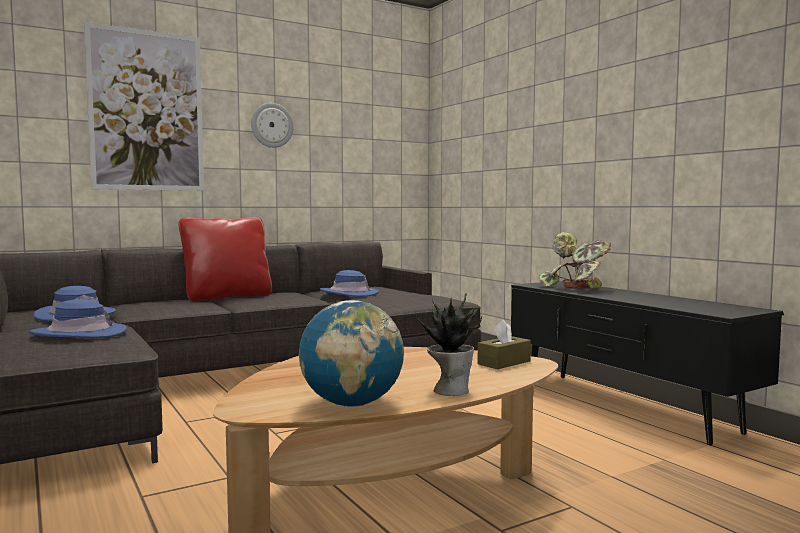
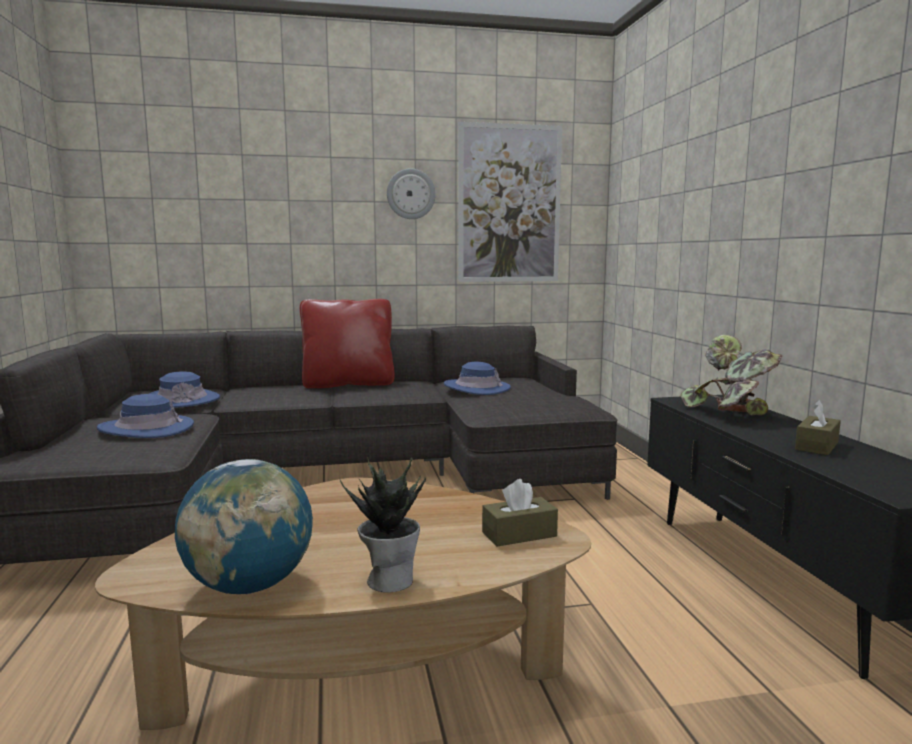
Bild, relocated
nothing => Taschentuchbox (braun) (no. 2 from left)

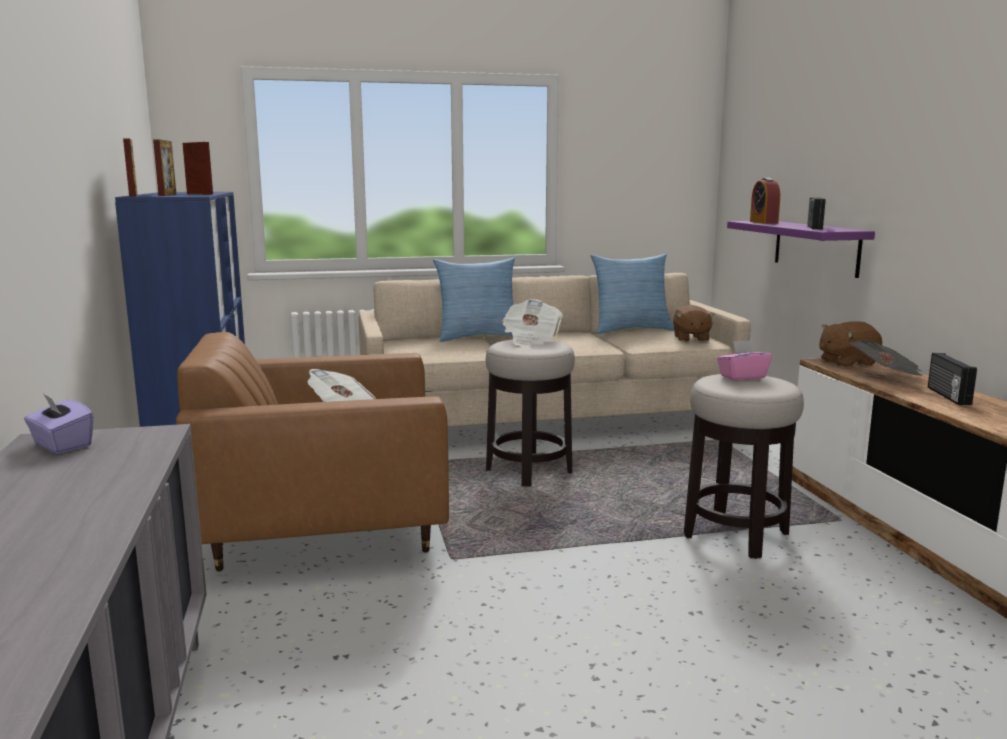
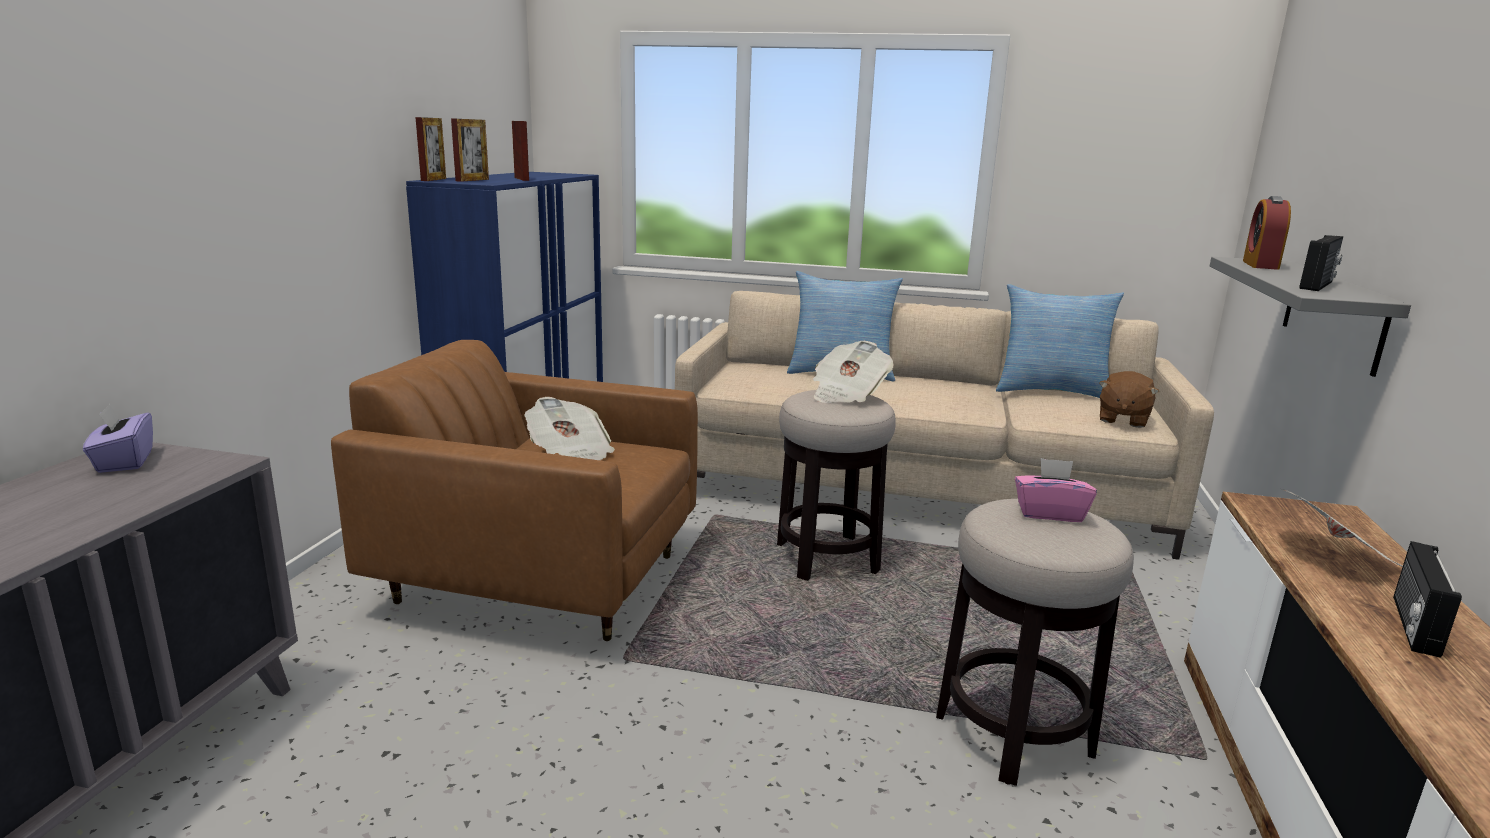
Wandregal (lila) => Wandregal (grau)
Plüschtier (braun) (no. 2 from left) => nothing

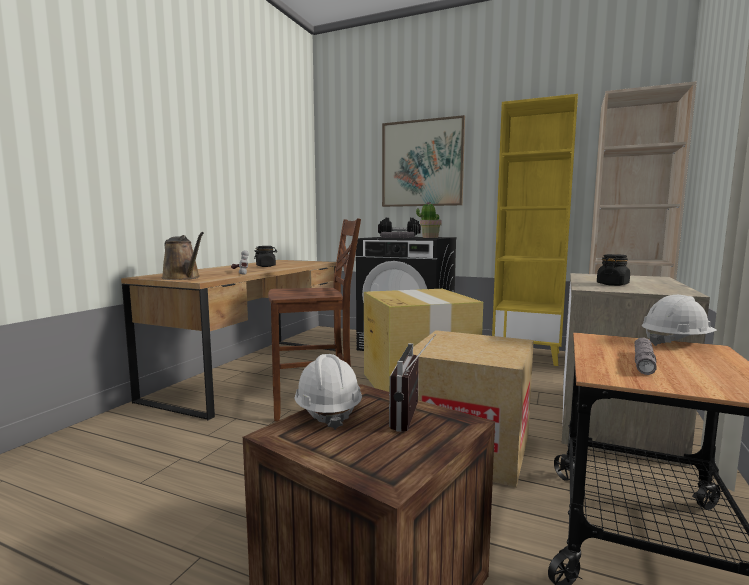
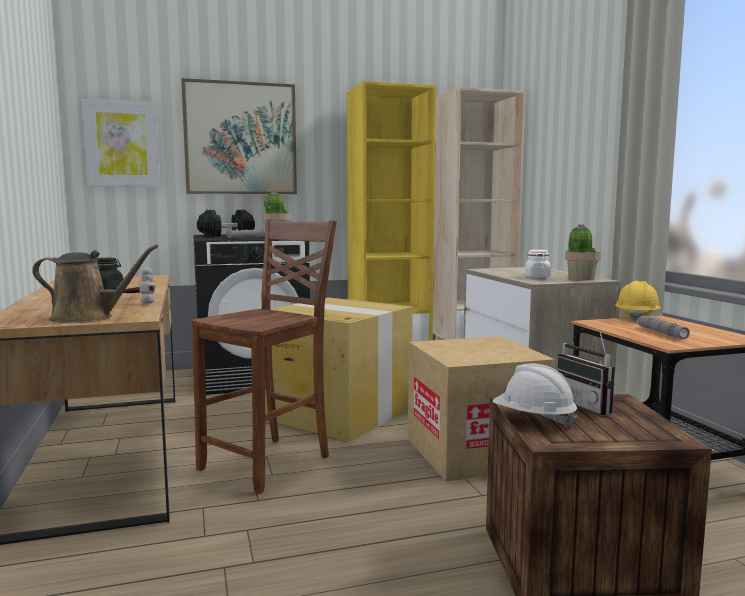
nothing => Bild (no. 1 from left)
Vorratsglas (schwarz) (no. 2 from left) => Vorratsglas (weiß)
nothing => Topfpflanze (no. 2 from left)
Schutzhelm (weiß) (no. 2 from left) => Schutzhelm (gelb)

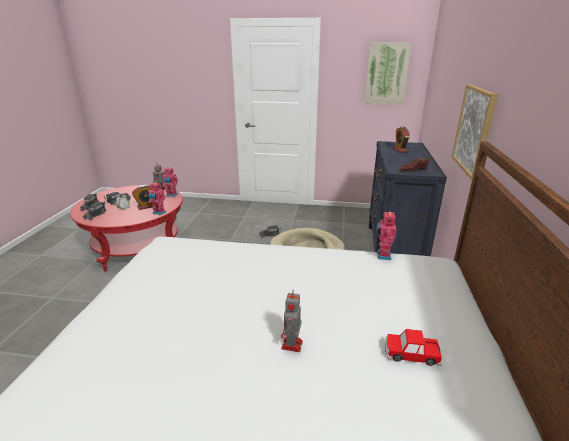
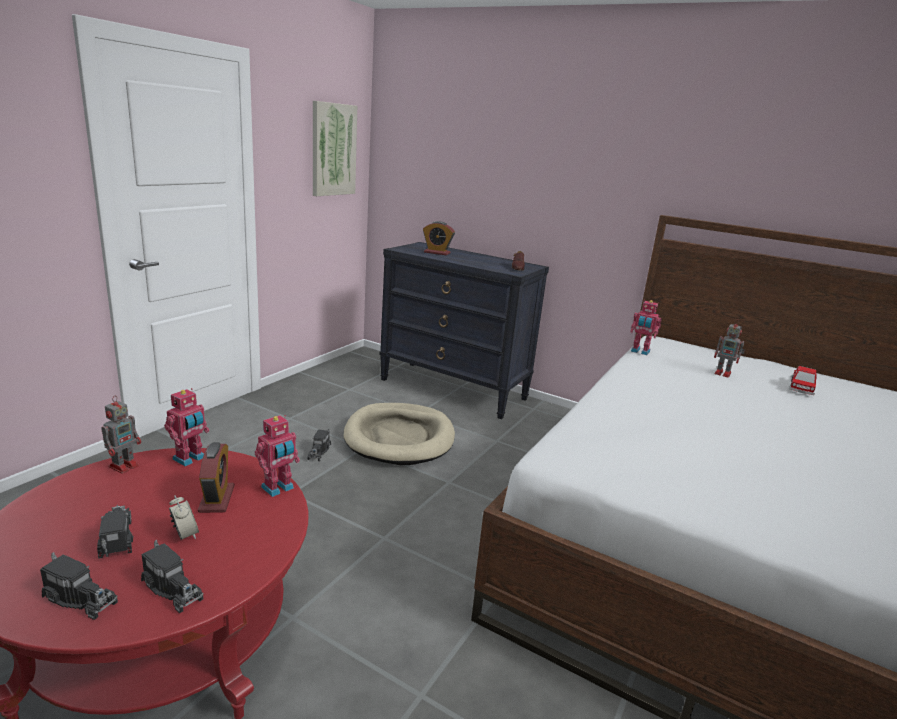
Spielzeugroboter (no. 4 from left in the first image) => Spielzeugroboter (no. 5 from left), relocated
Bild (no. 2 from left) => nothing

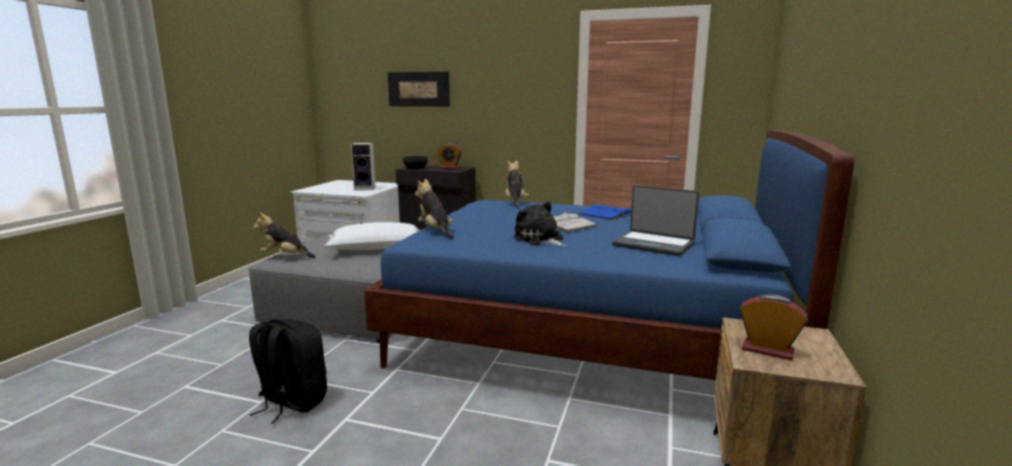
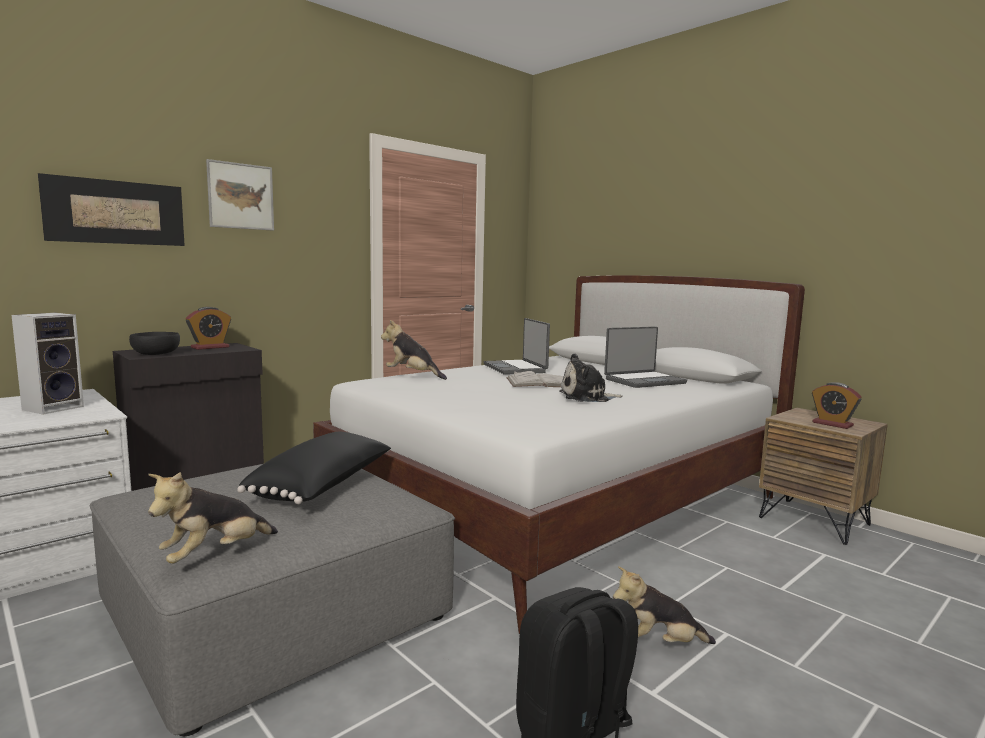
nothing => Bild (no. 2 from left)
Kissen (weiß) => Kissen (schwarz)
Bett (blau) => Bett (weiß)
Buch (blau) => Laptop (no. 1 from left)
Plüschtier (no. 2 from left in the first image) => Plüschtier (no. 4 from left), relocated
Wecker (no. 2 from left), 105 degrees counterclockwise

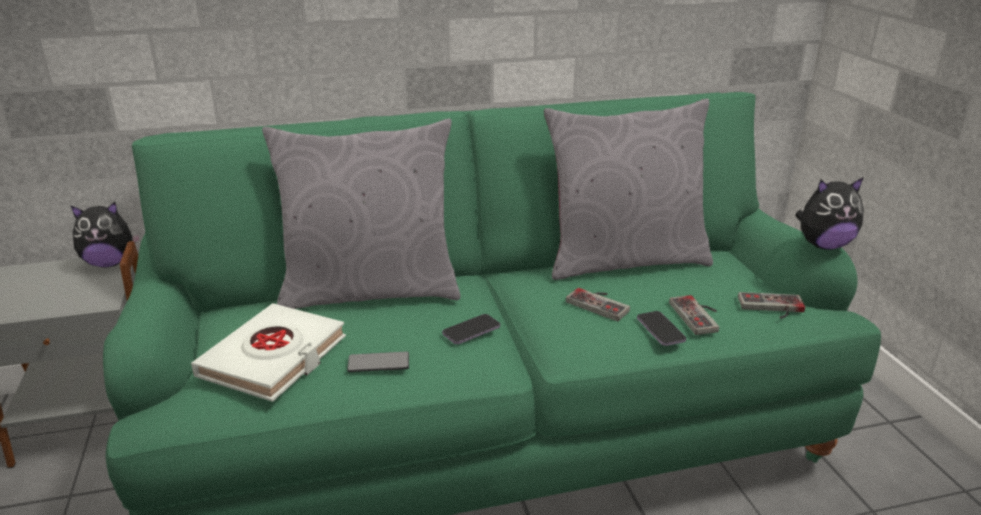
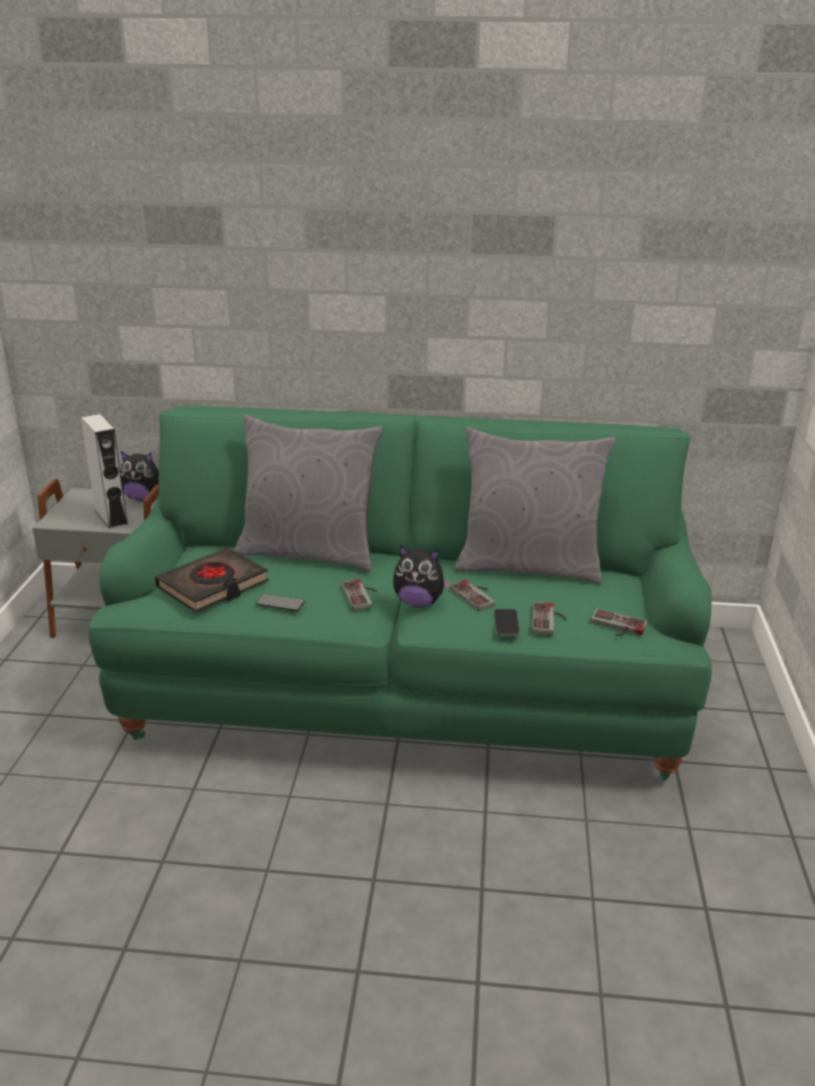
nothing => Lautsprecher (grau)
Buch (weiß) => Buch (schwarz)
Handy (no. 2 from left) => Gamepad (no. 1 from left)
Plüschtier (no. 2 from left), relocated

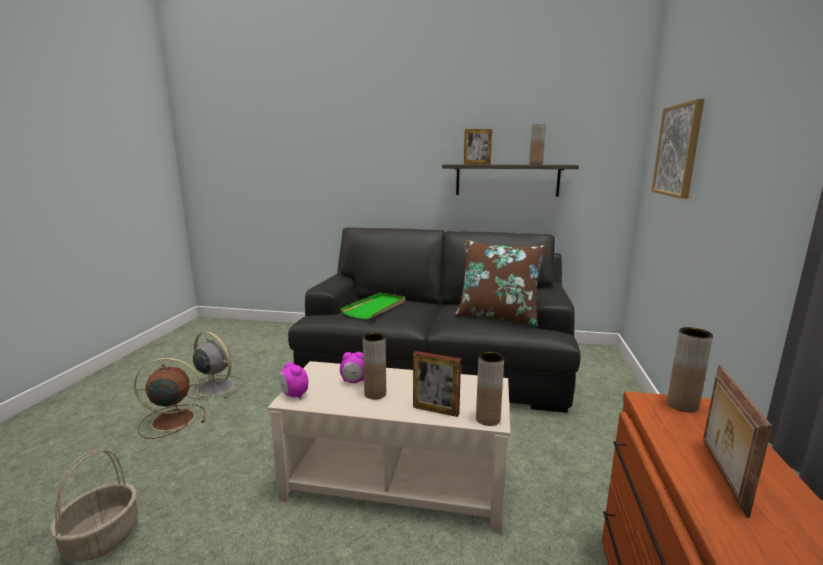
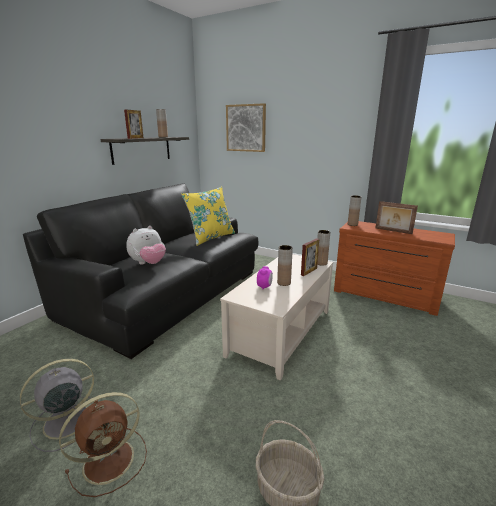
Ventilator (braun), 135 degrees counterclockwise
Tablett (grün) => Plüschtier
Kissen (braun) => Kissen (gelb)
Wecker (no. 1 from left) => nothing

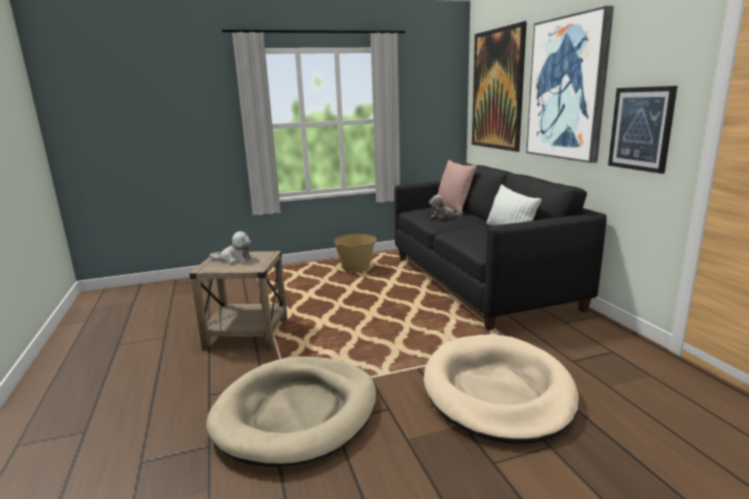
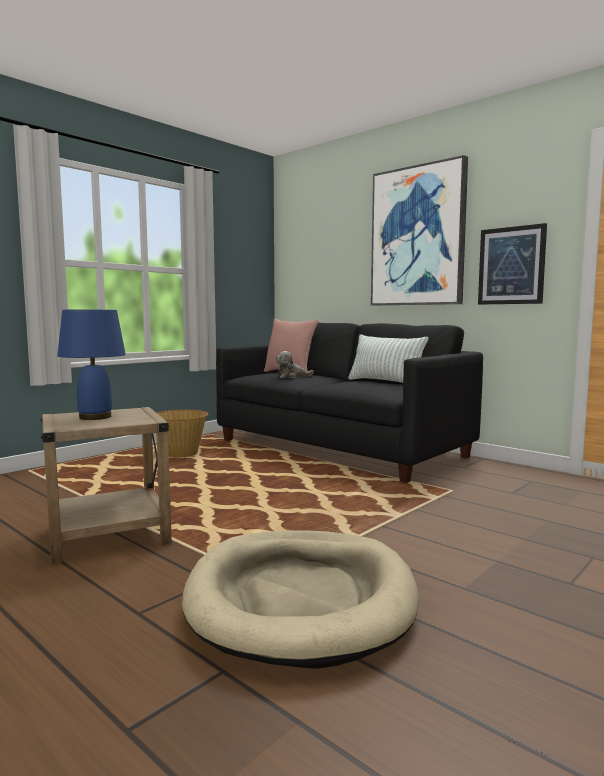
Plüschtier (no. 1 from left) => Tischlampe (blau)
Hundebett (beige) (no. 2 from left) => nothing
Bild (no. 1 from left) => nothing

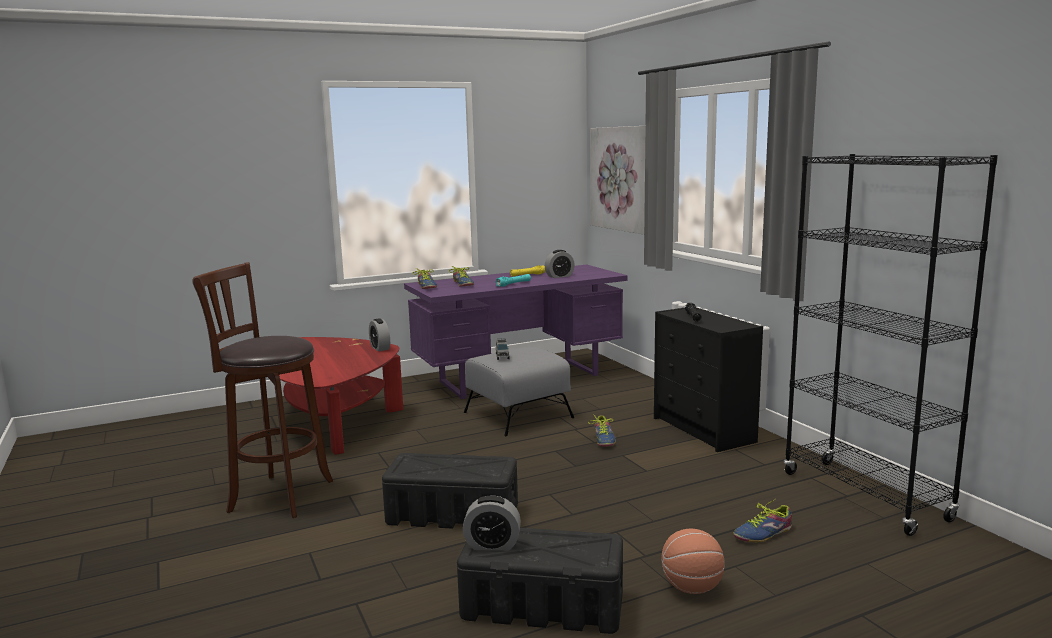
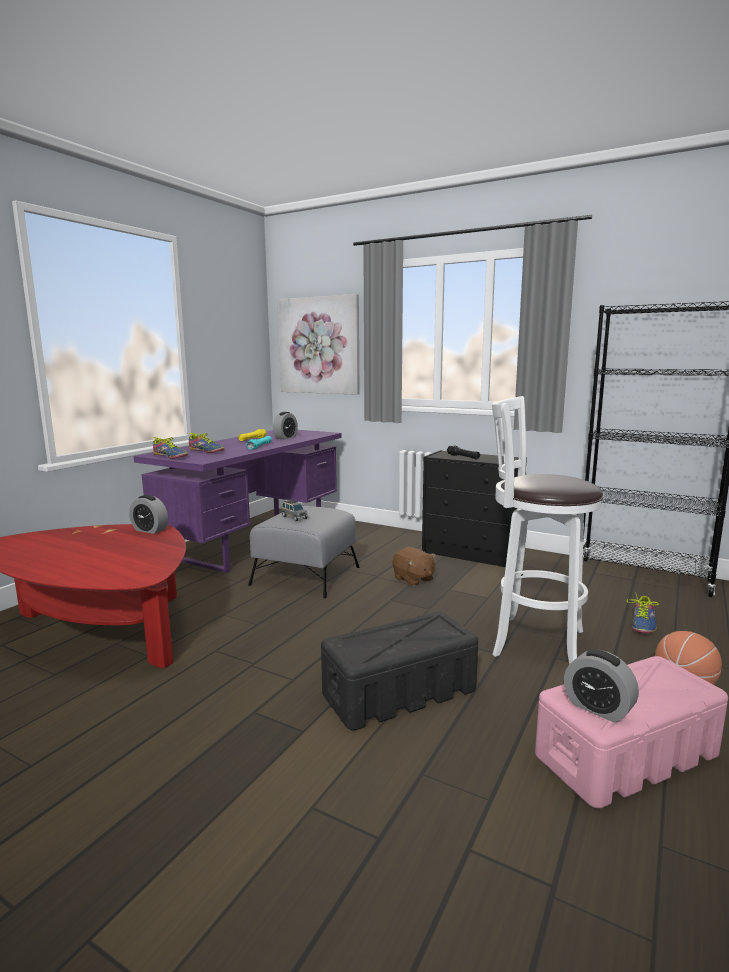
Schuh (no. 3 from left) => Plüschtier (braun)
nothing => Hocker (weiß)
Aufbewahrungsbox (schwarz) (no. 2 from left) => Aufbewahrungsbox (rosa)
Wecker (no. 2 from left in the first image) => Wecker (no. 3 from left), 75 degrees clockwise
Hocker (braun) => nothing

